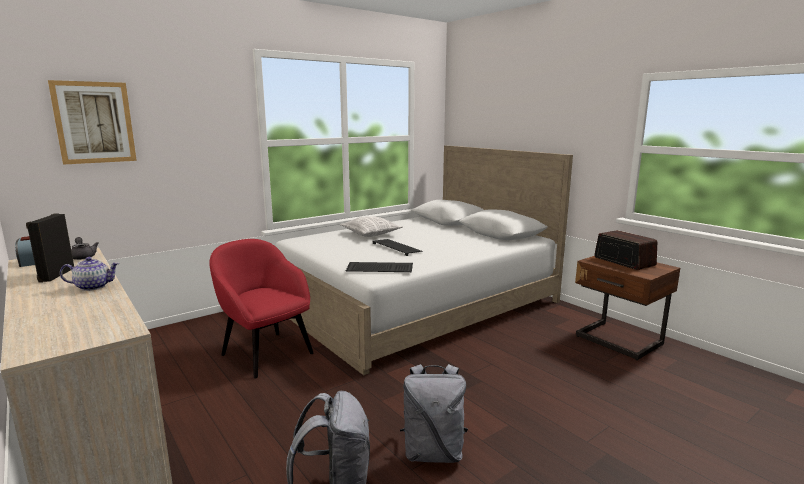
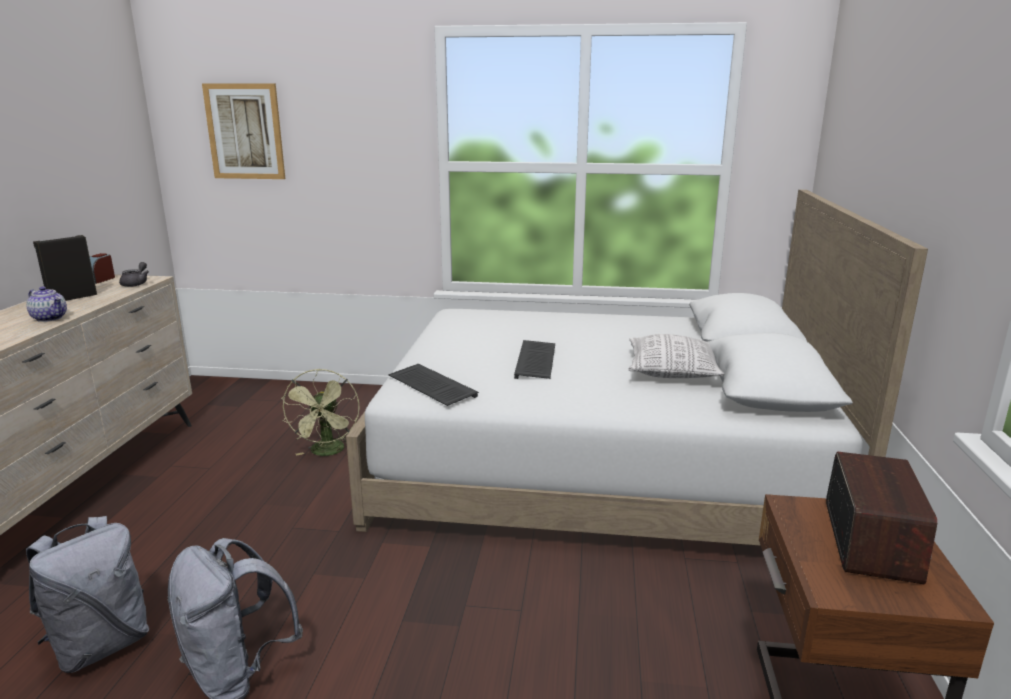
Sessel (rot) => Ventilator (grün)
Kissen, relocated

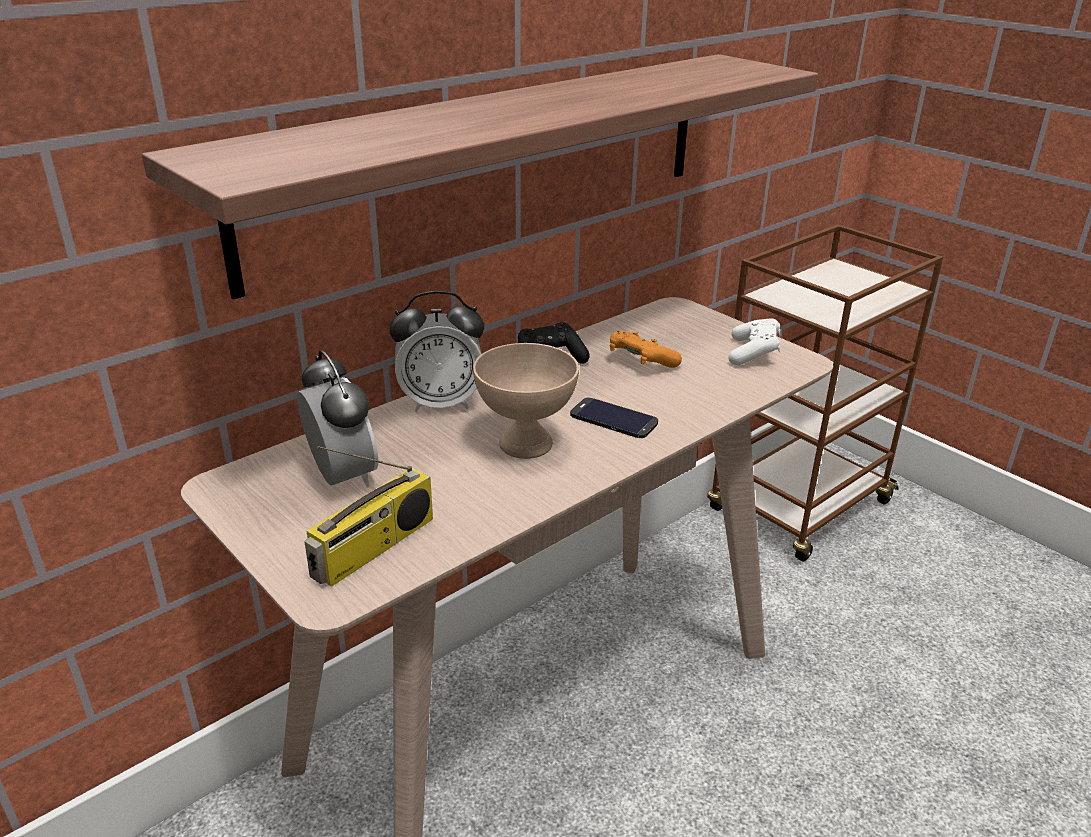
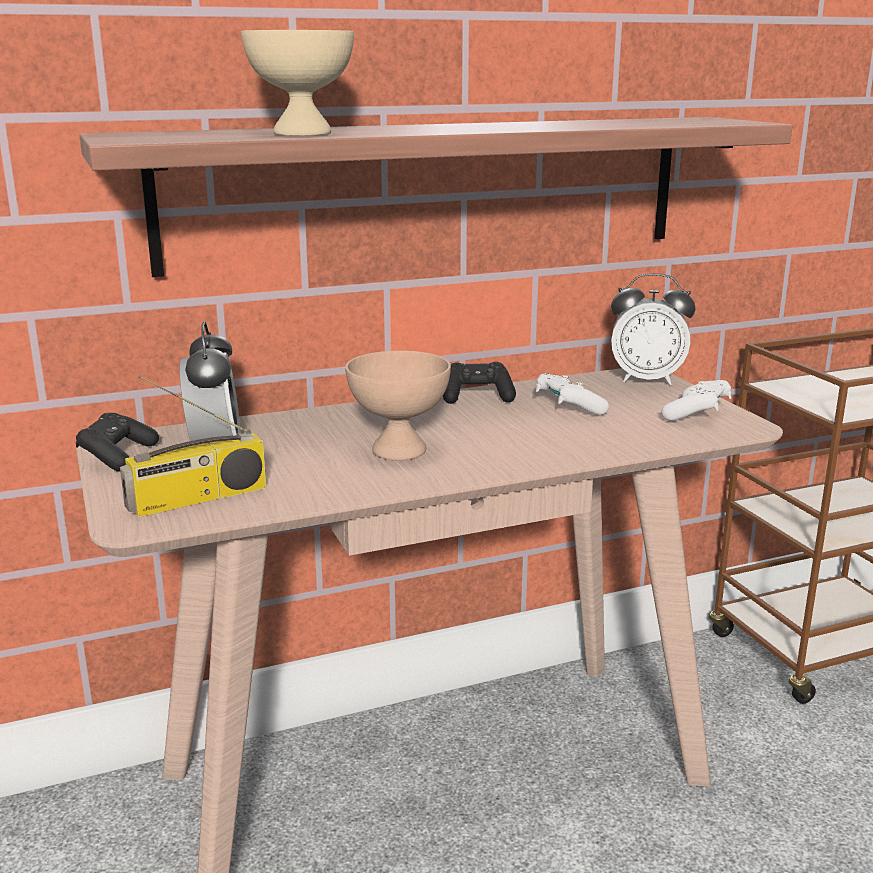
nothing => Gamepad (schwarz) (no. 1 from left)
nothing => Schüssel (beige) (no. 1 from left)
Gamepad (orange) => Gamepad (weiß) (no. 1 from left)
Wecker (no. 2 from left), relocated
Handy => nothing

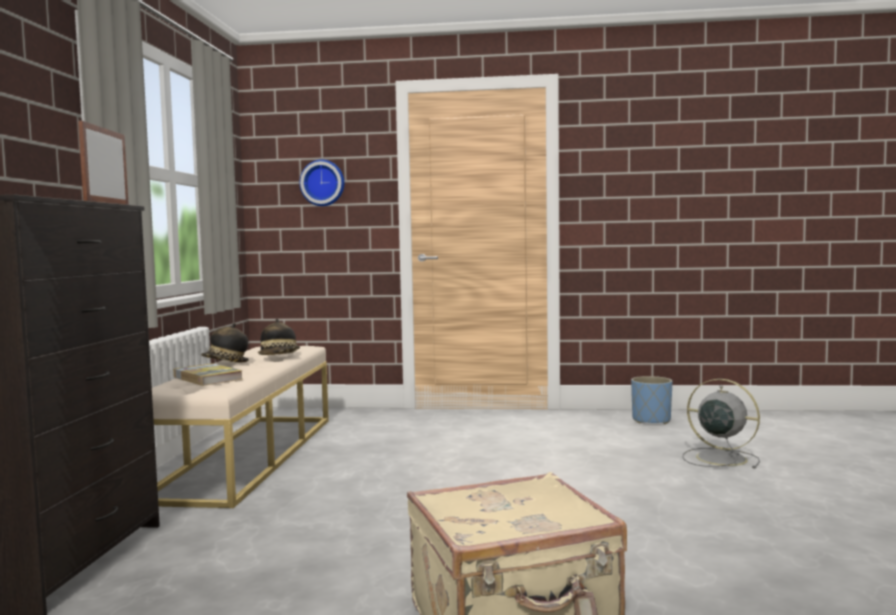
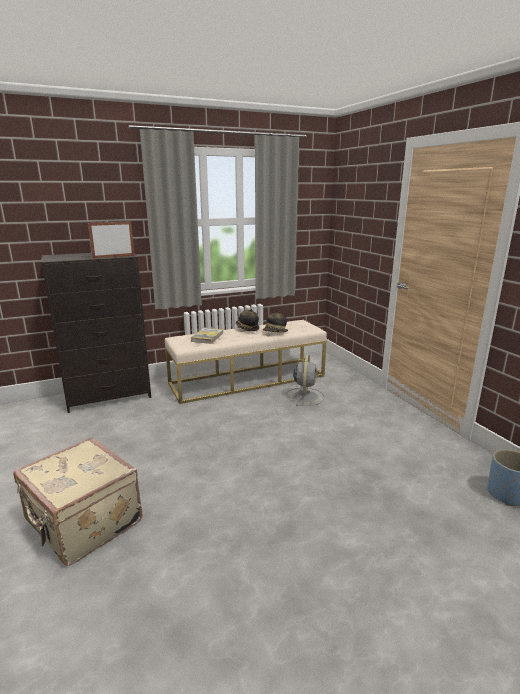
Ventilator (grau), relocated
Wanduhr => nothing

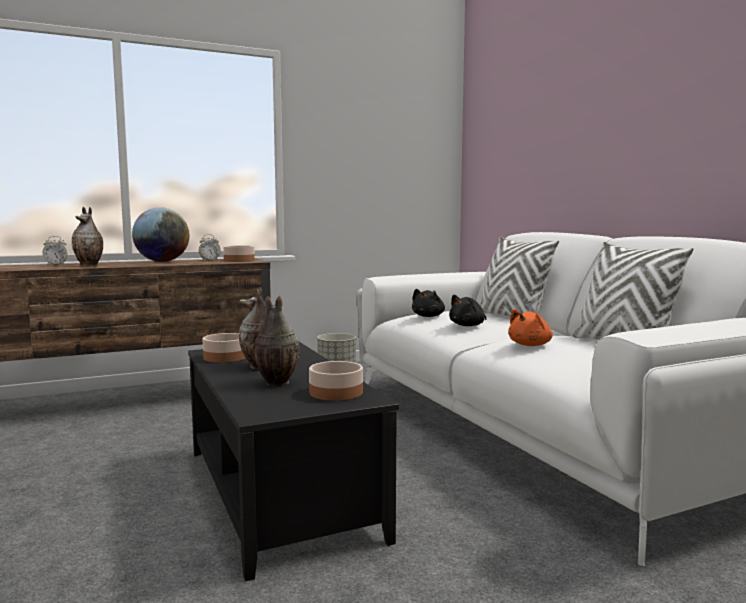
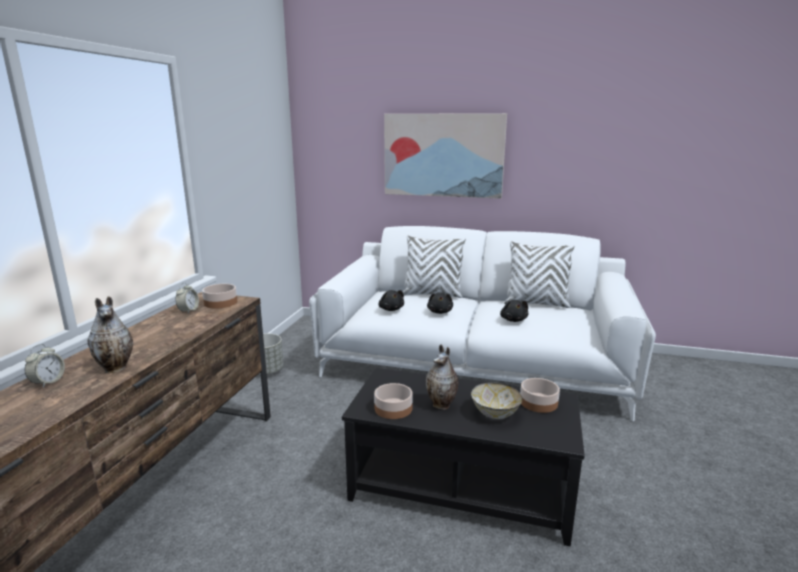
nothing => Bild
Vase (no. 3 from left) => Schüssel (no. 3 from left)
Plüschtier (orange) => Plüschtier (schwarz) (no. 3 from left)
Globus => nothing

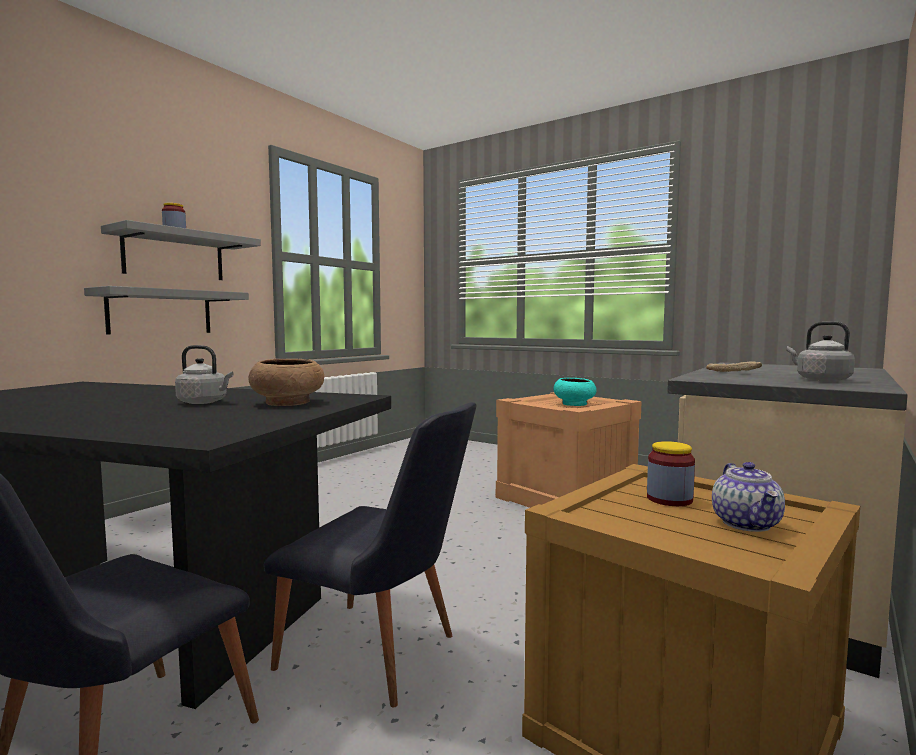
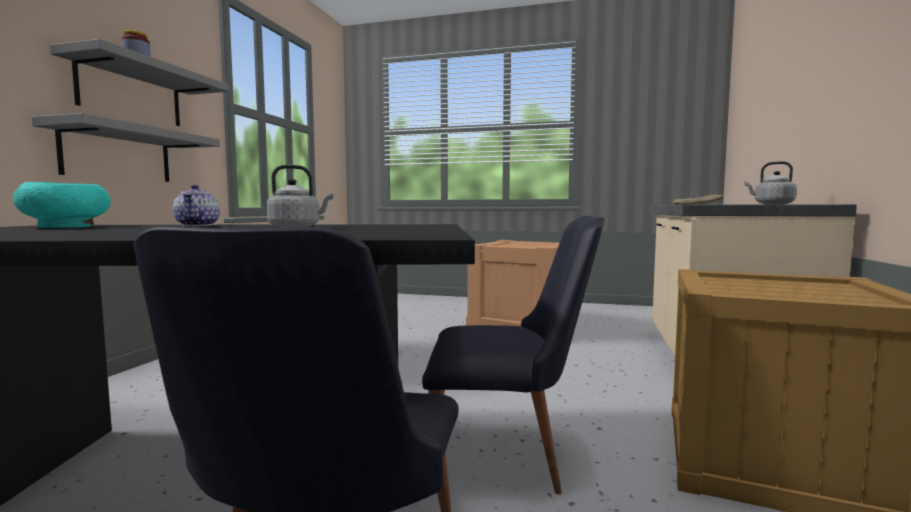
Schüssel (türkis), relocated
Teekanne, relocated
Schüssel (braun) => nothing
Vorratsglas (no. 2 from left) => nothing

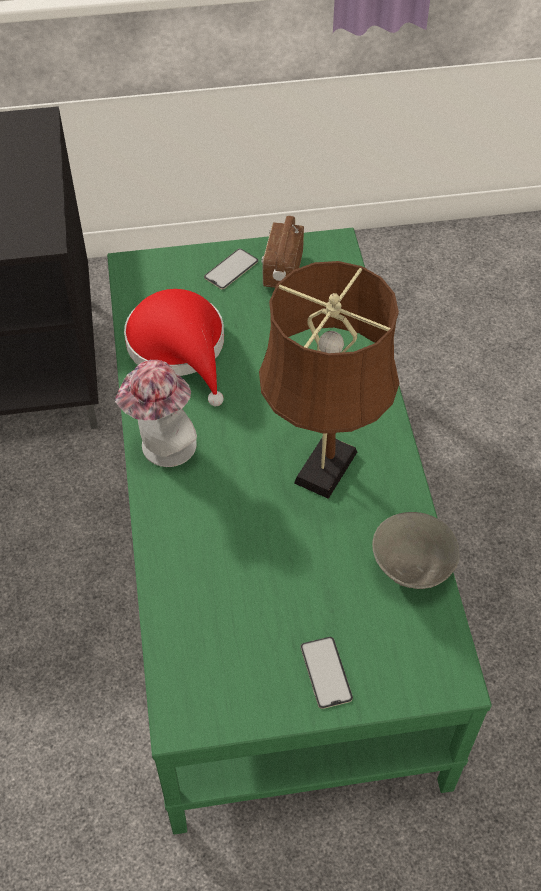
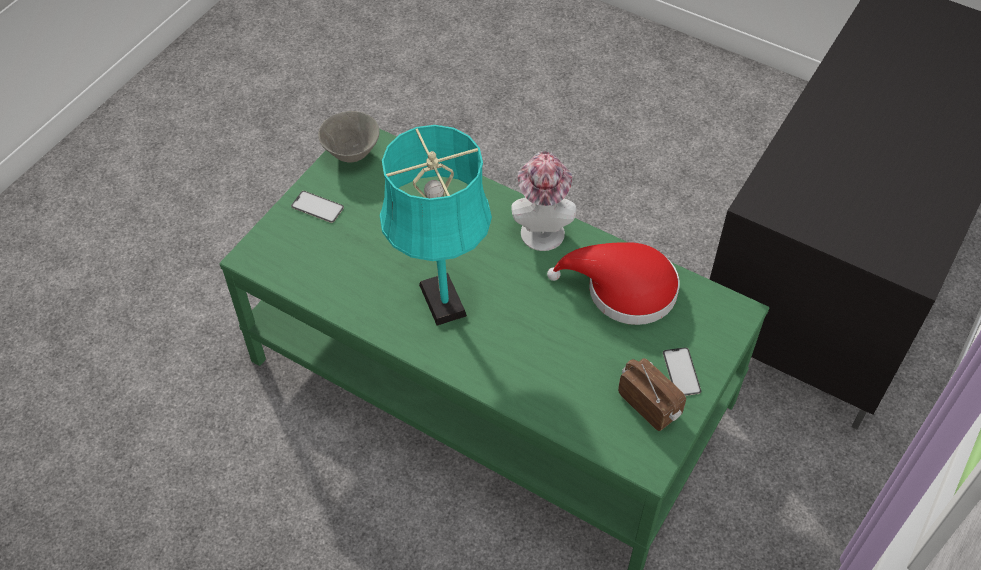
Schüssel (grau), relocated
Tischlampe (braun) => Tischlampe (türkis)

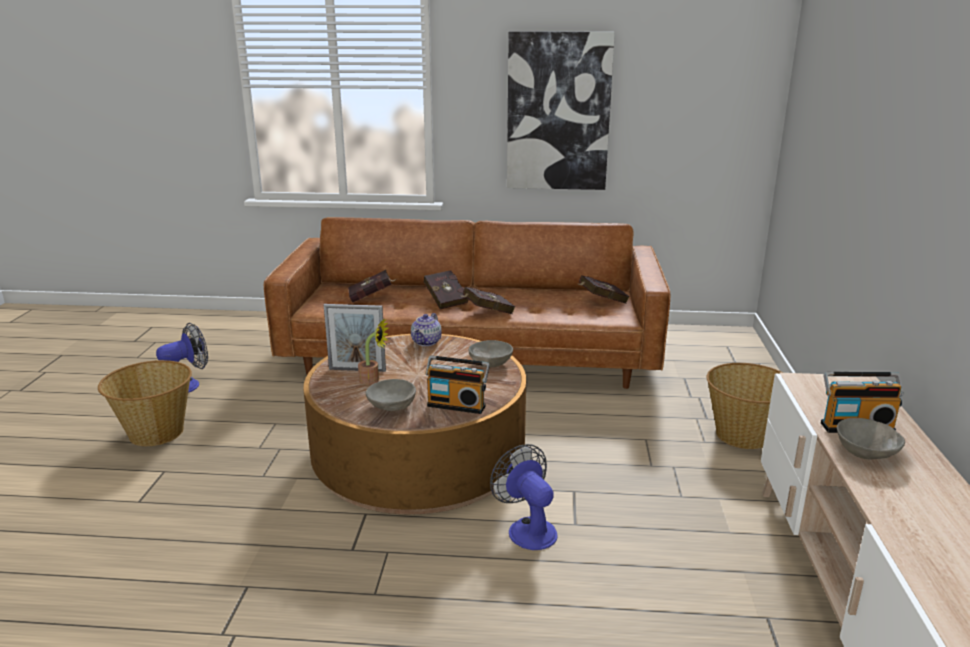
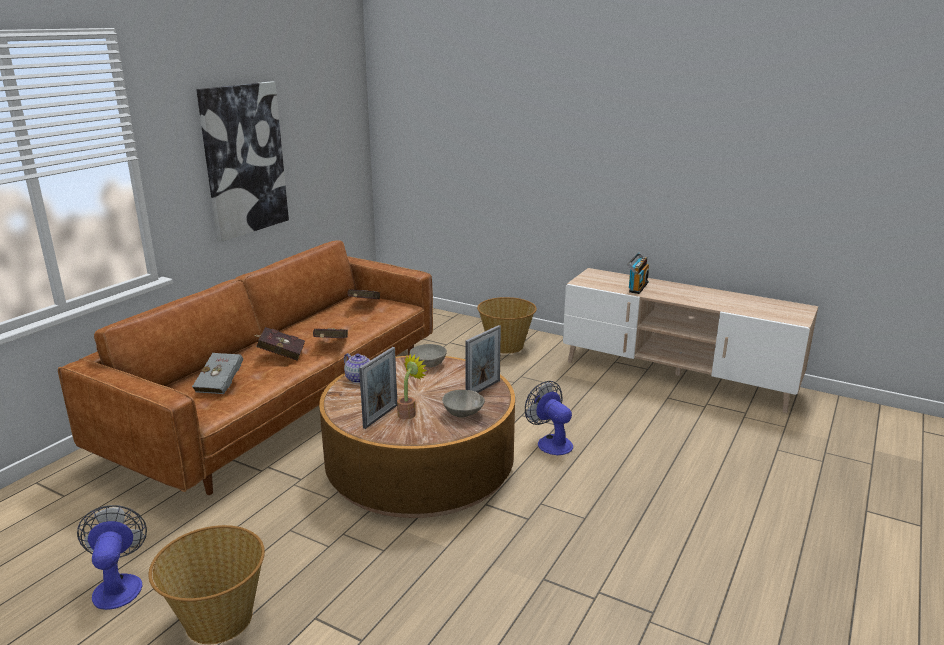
Buch (rot) (no. 1 from left) => Buch (grau)
Radio (no. 1 from left) => Bilderrahmen (no. 2 from left)
Ventilator (no. 2 from left), 60 degrees clockwise
Schüssel (grau) (no. 3 from left) => nothing

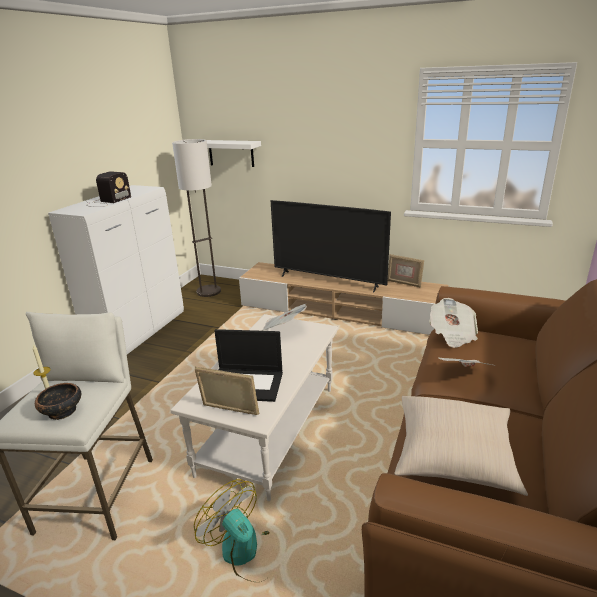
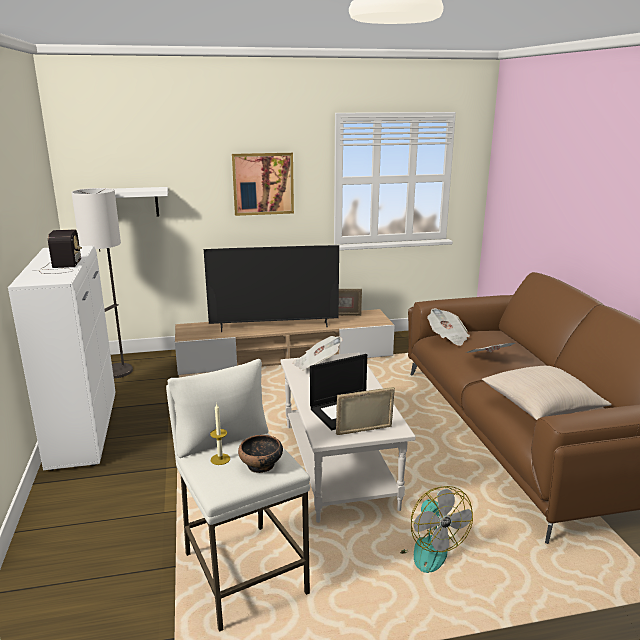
nothing => Bild
Ventilator, 120 degrees counterclockwise

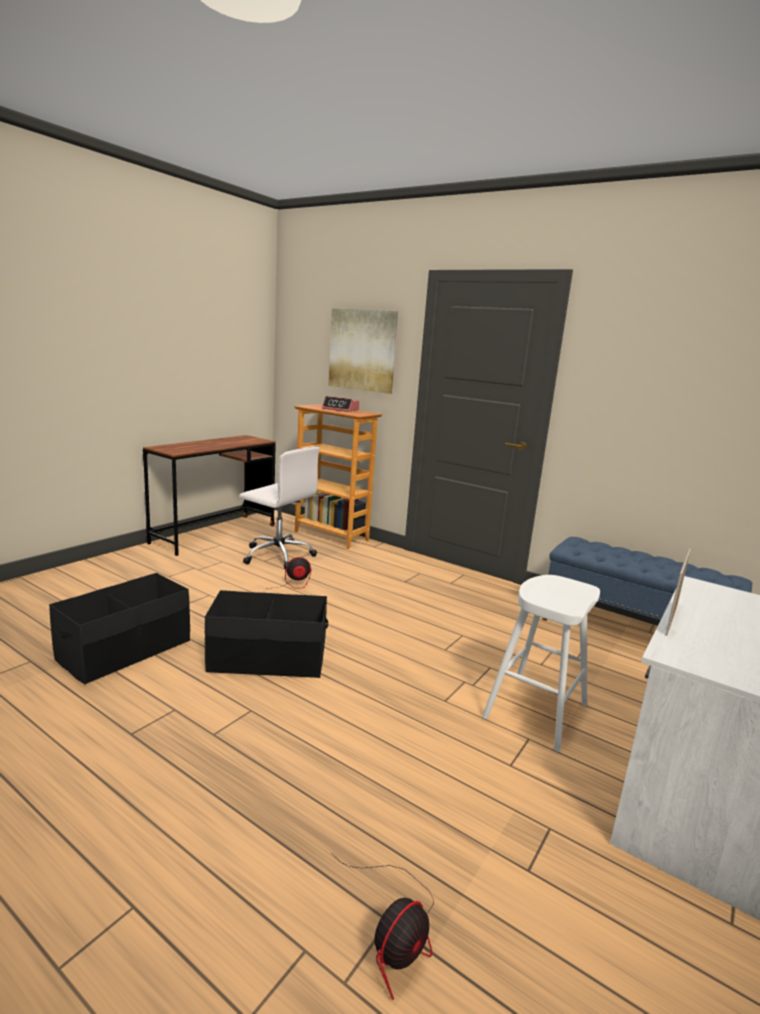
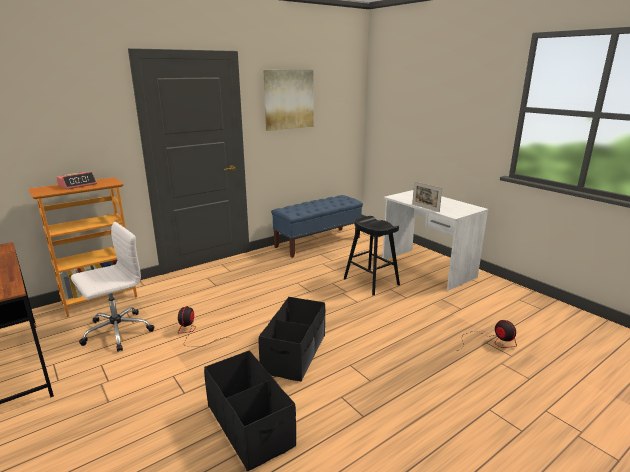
Bild, relocated
Hocker (weiß) => Hocker (schwarz)

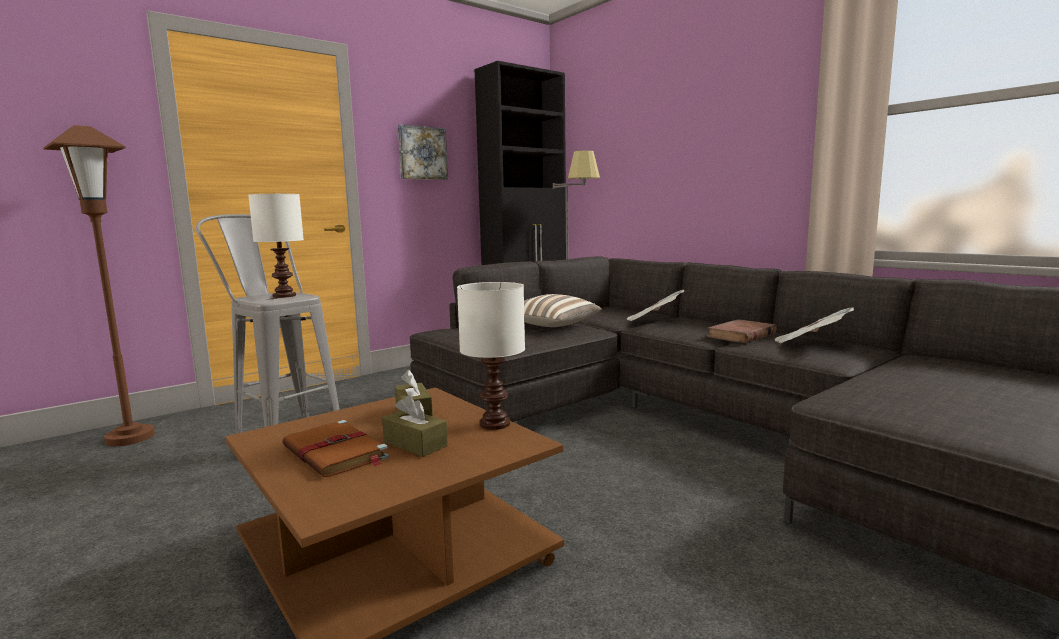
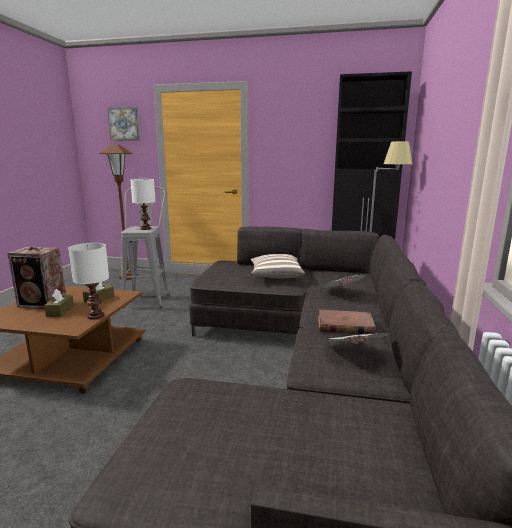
Buch (braun) (no. 1 from left) => Lautsprecher
Bild, relocated

